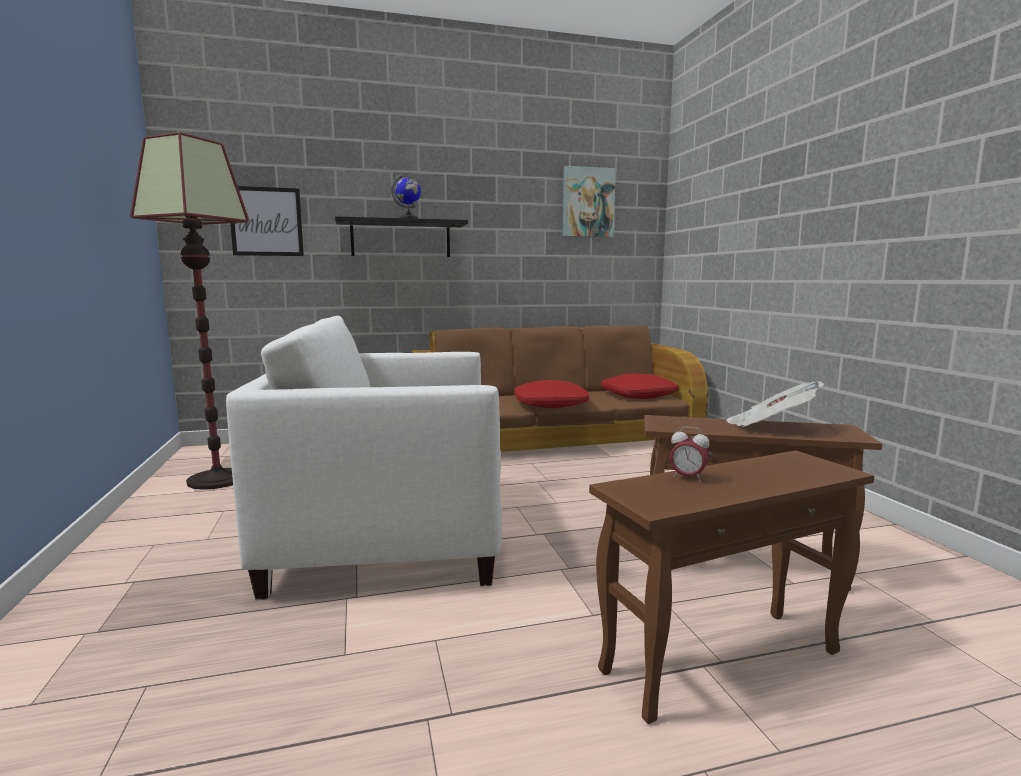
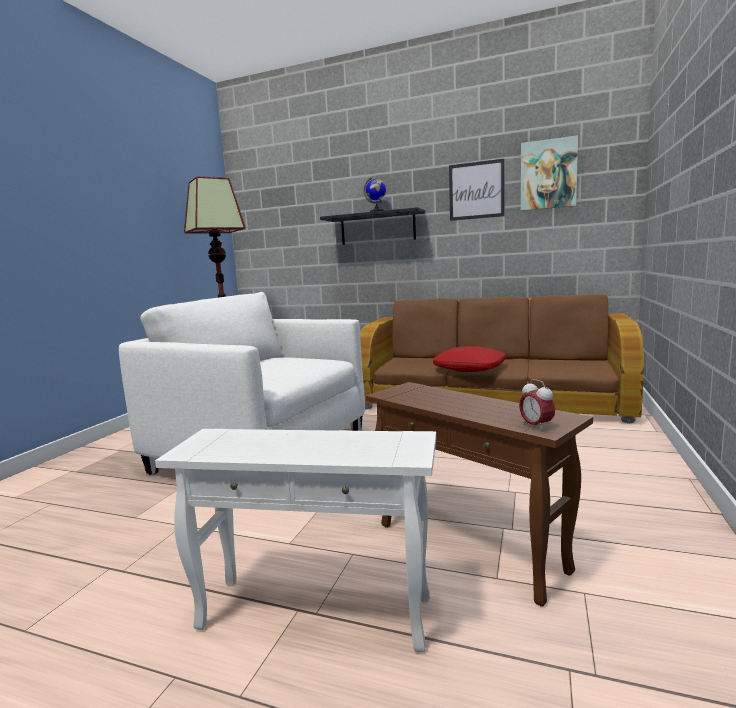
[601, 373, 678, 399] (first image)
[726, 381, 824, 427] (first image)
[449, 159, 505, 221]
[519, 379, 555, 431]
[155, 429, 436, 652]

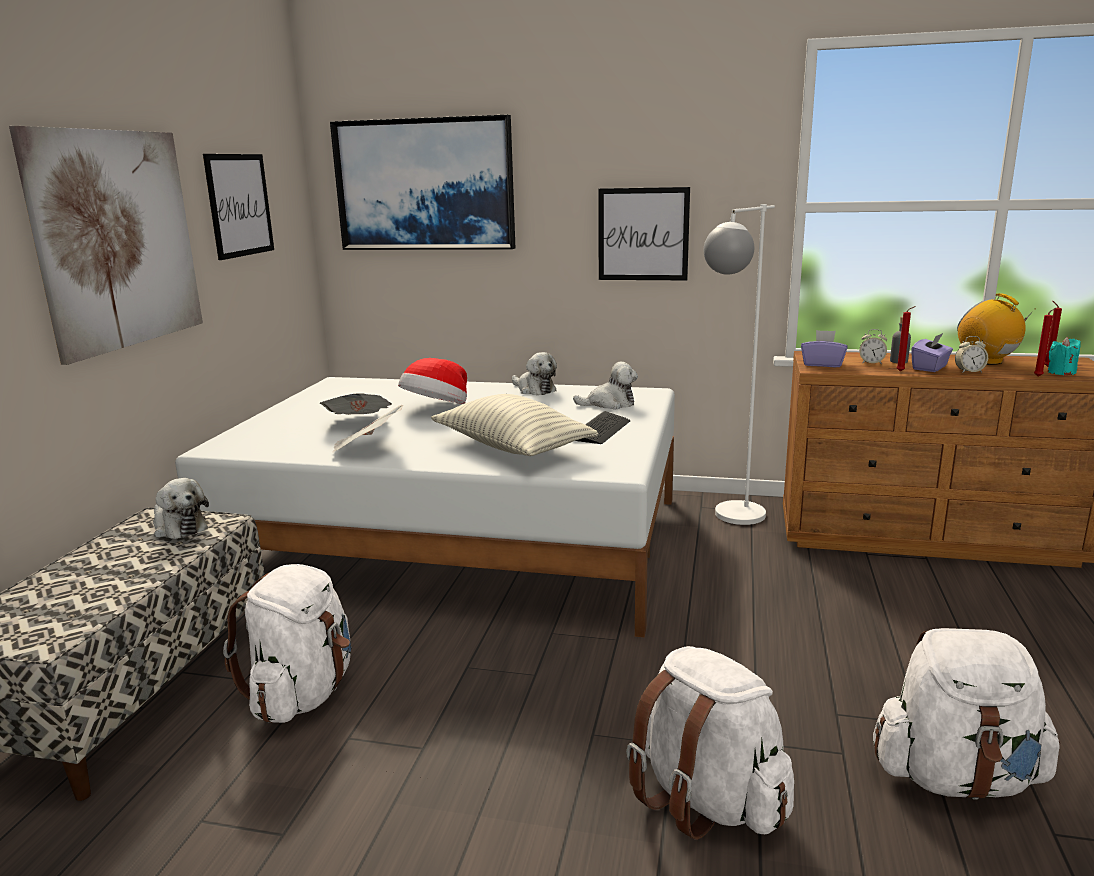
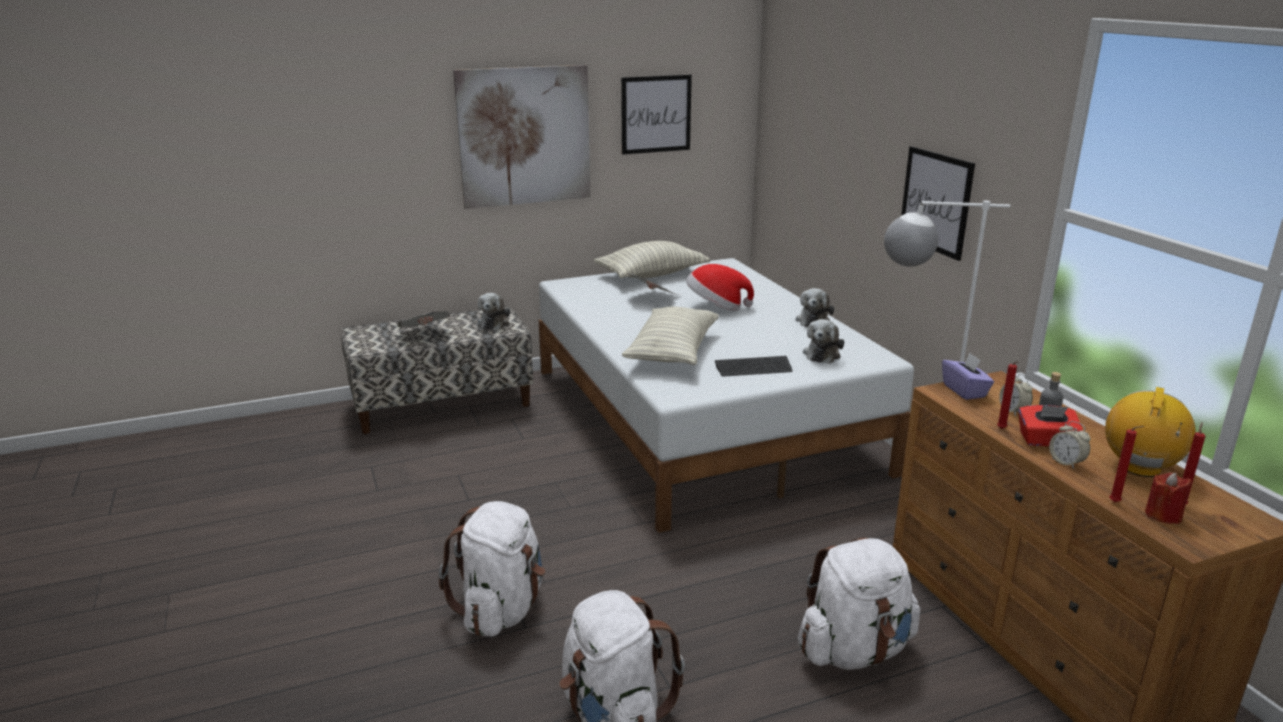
[330, 114, 515, 250] (first image)
[594, 241, 710, 278]
[798, 538, 920, 670]
[397, 311, 451, 328]
[1019, 405, 1083, 446]
[1145, 472, 1192, 524]
[803, 319, 844, 364]

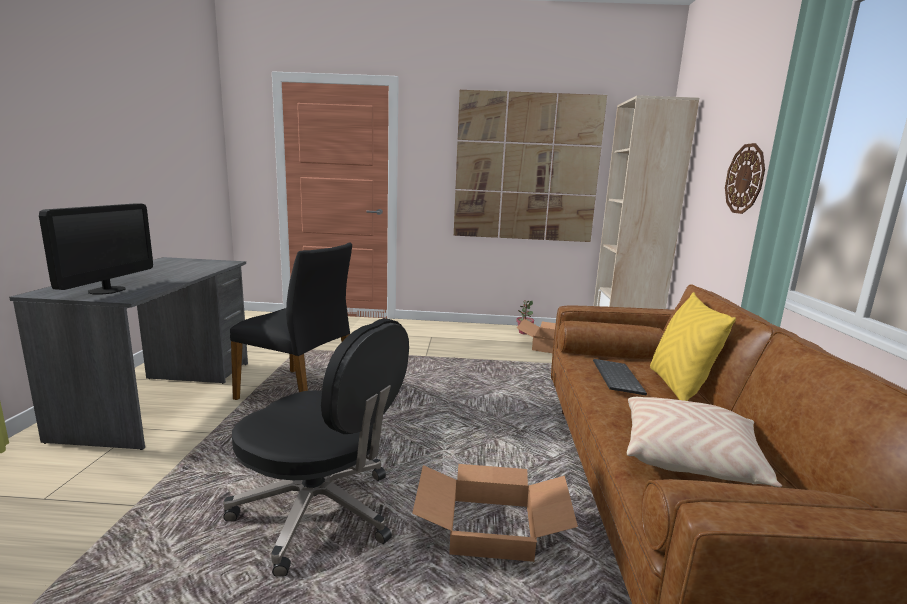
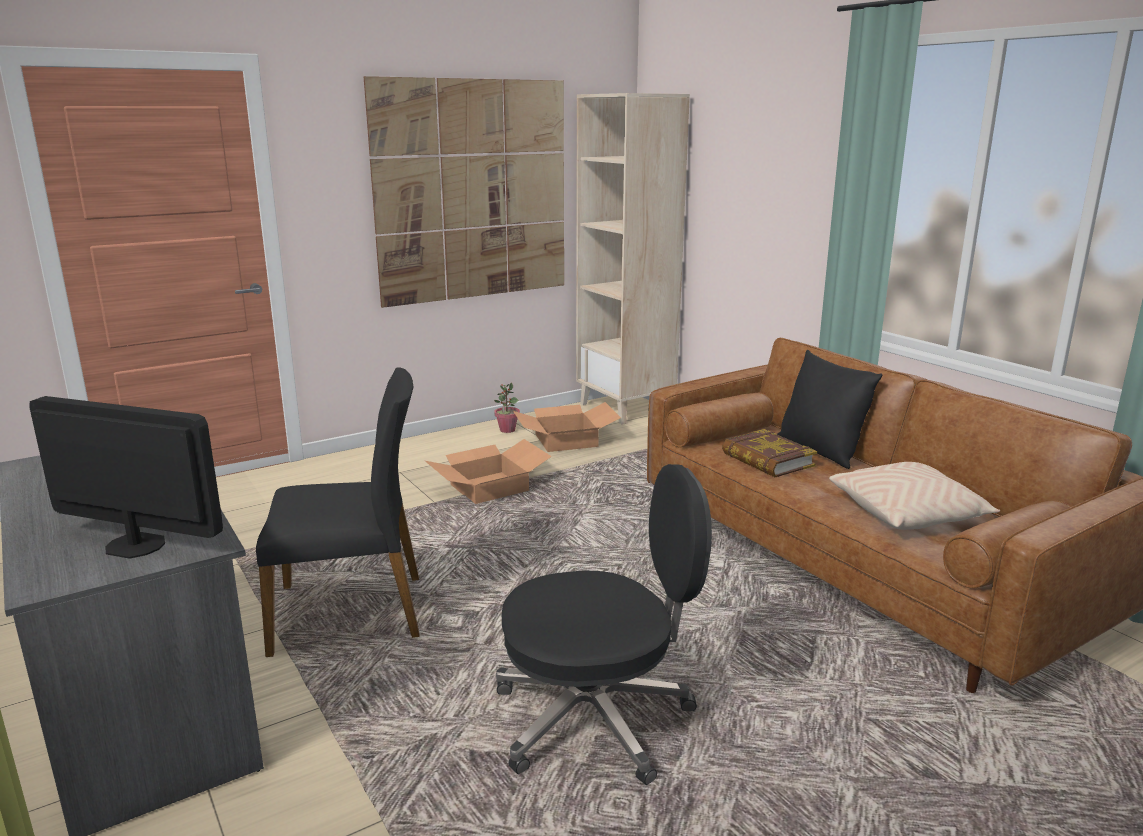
[725, 143, 765, 214] (first image)
[425, 439, 552, 504]
[722, 429, 817, 477]
[777, 350, 882, 469]
[29, 396, 223, 559]

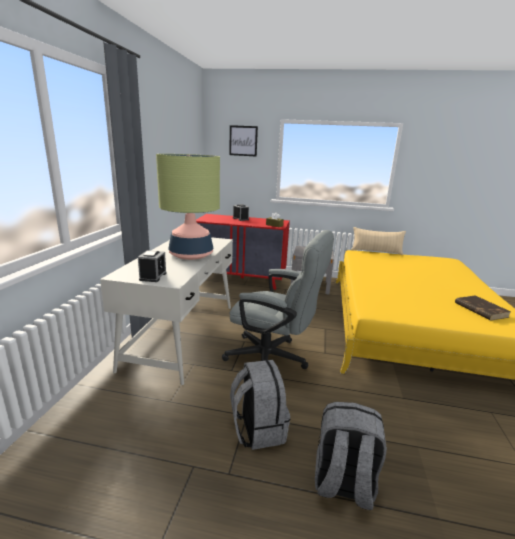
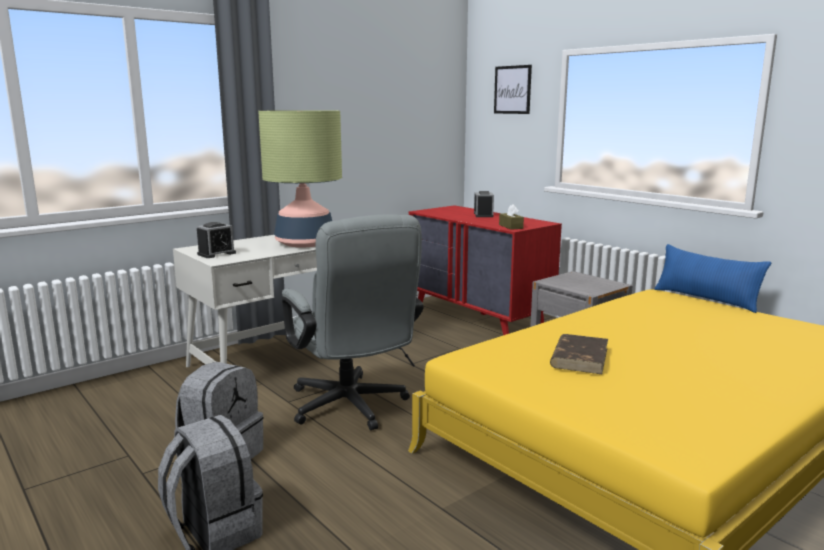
[550, 334, 608, 374]
[655, 244, 771, 313]

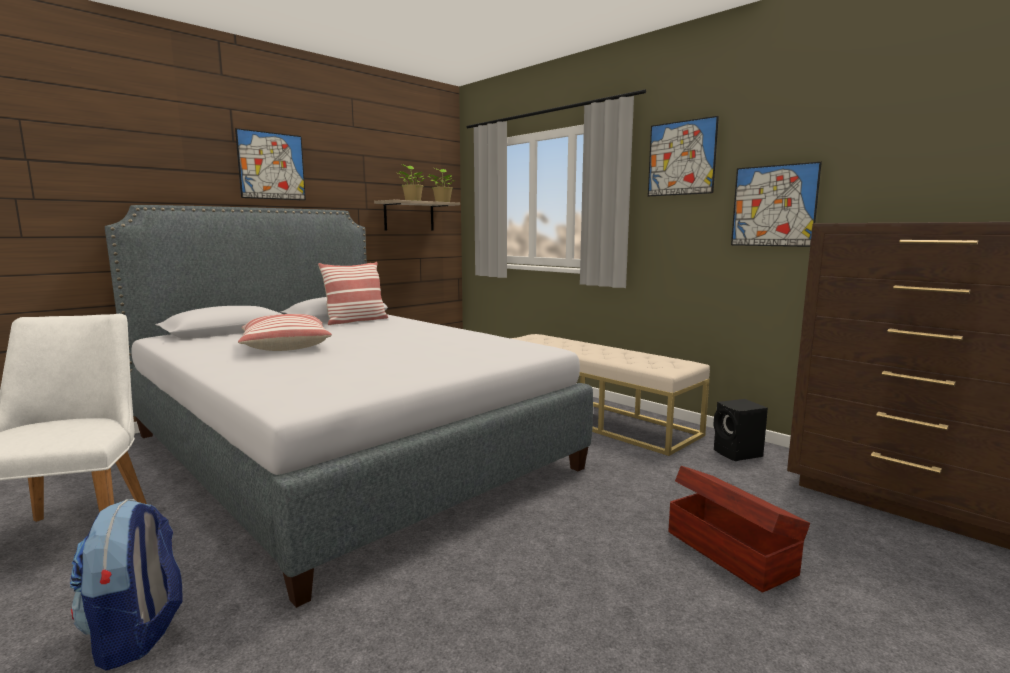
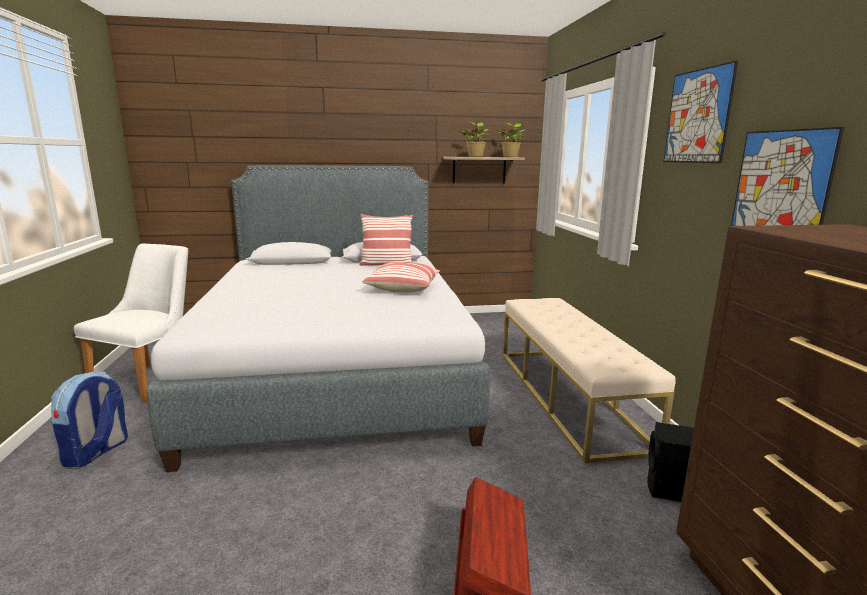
[235, 128, 306, 200] (first image)
[362, 262, 440, 293]

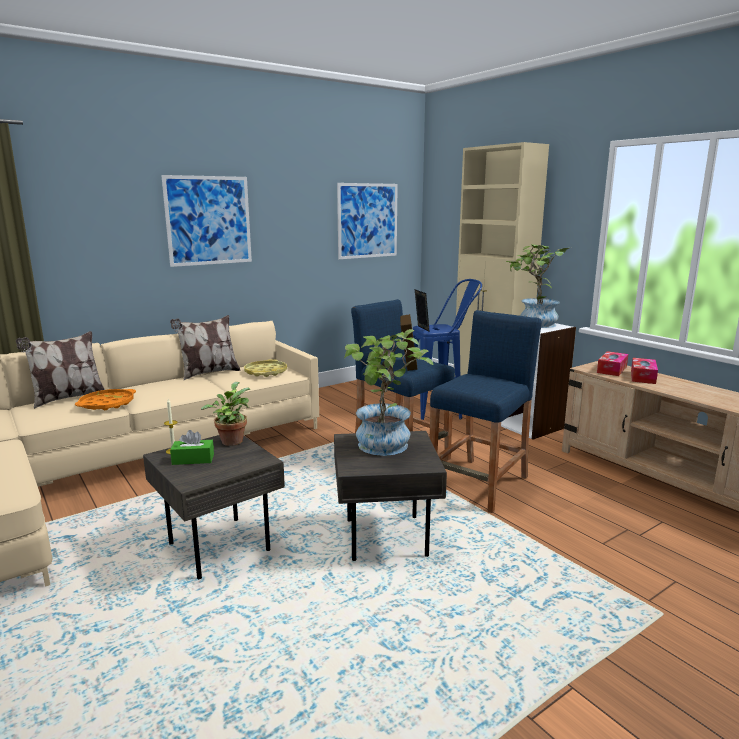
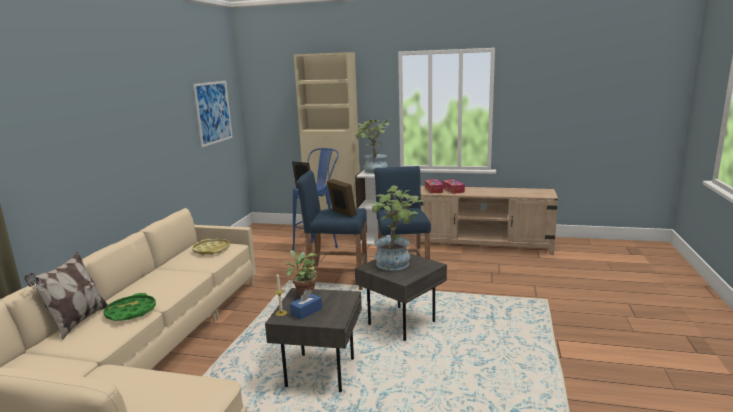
[161, 175, 252, 267] (first image)
[170, 315, 241, 380] (first image)
[103, 293, 156, 321]
[290, 290, 322, 320]

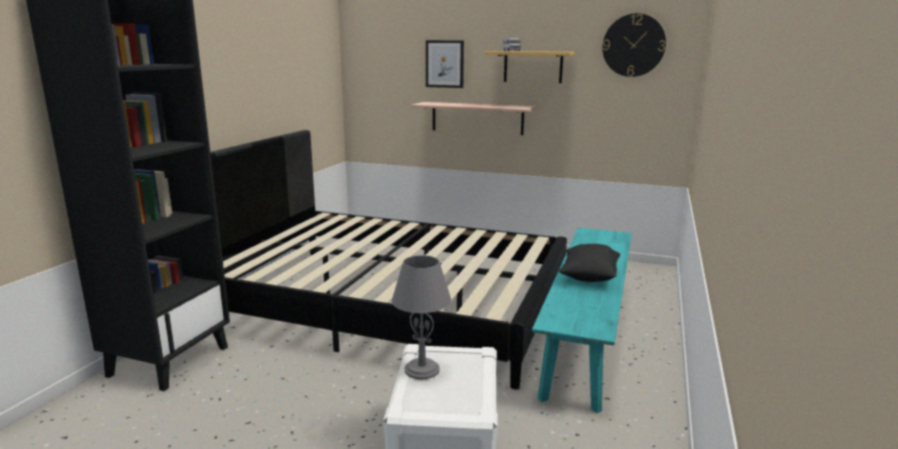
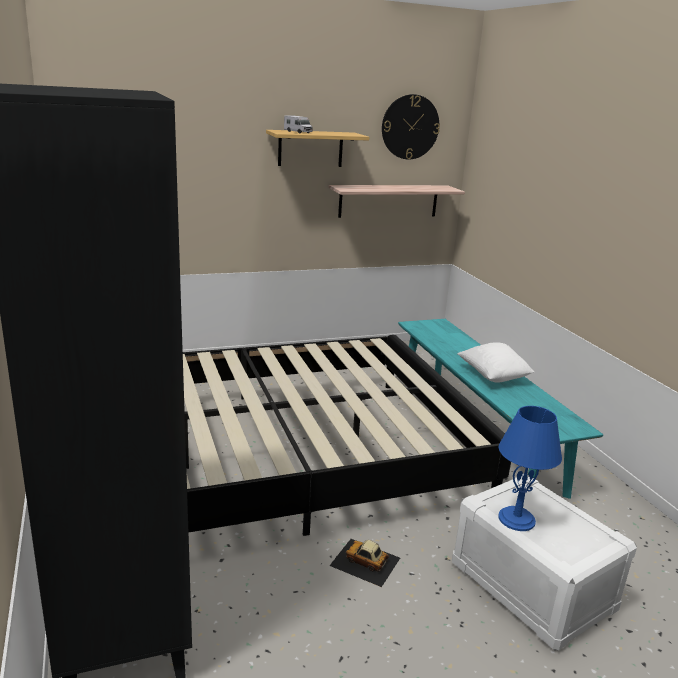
[426, 40, 464, 88] (first image)
[329, 539, 400, 587]
[328, 185, 465, 218]
[498, 406, 562, 531]
[457, 343, 535, 382]

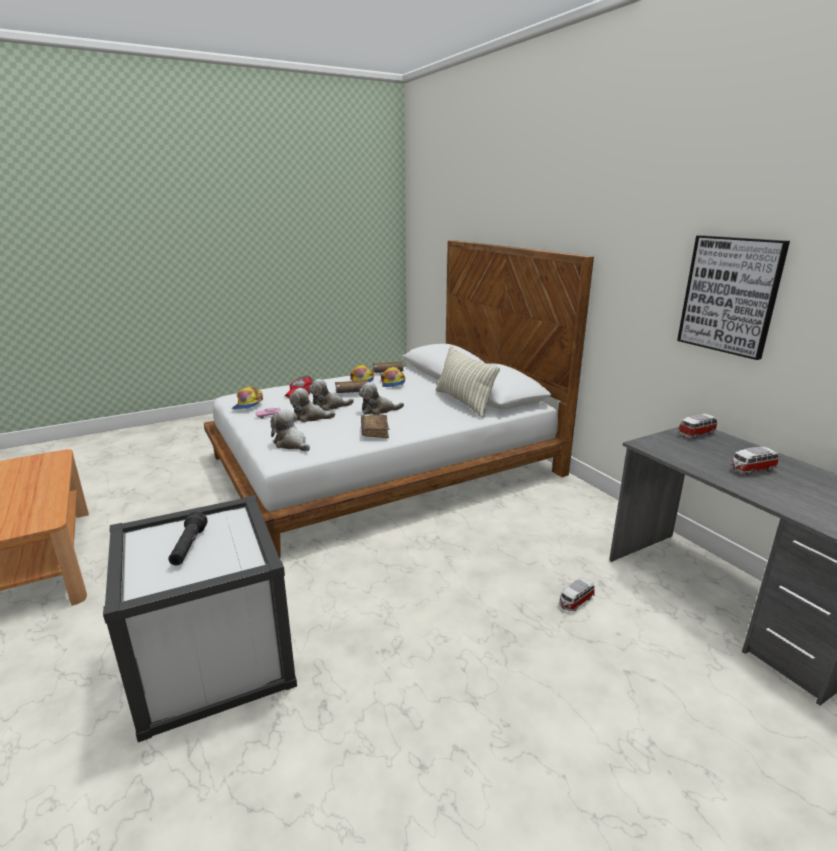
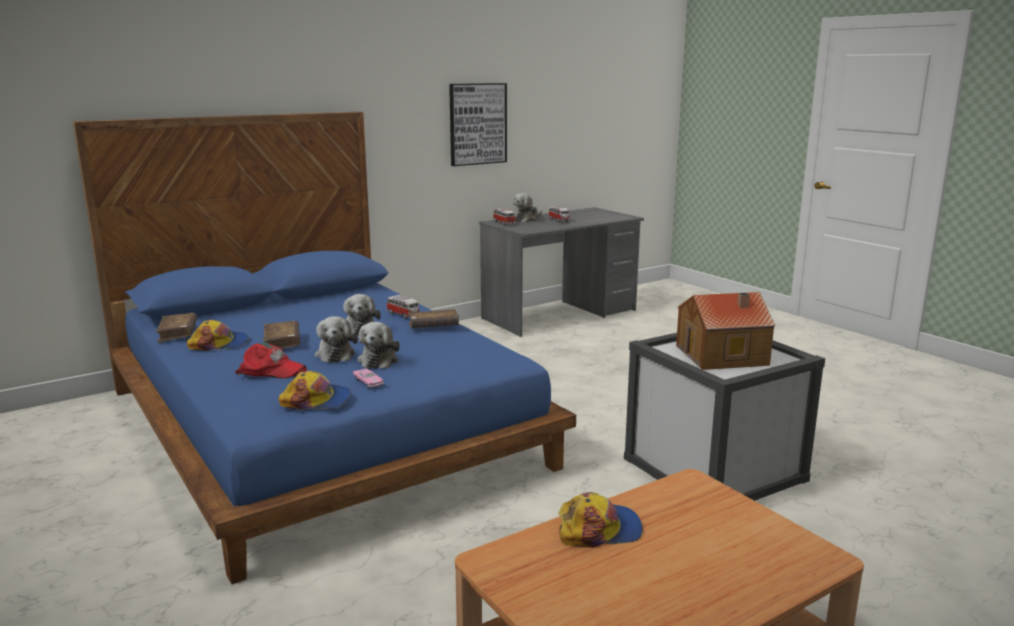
[436, 346, 500, 418] (first image)
[513, 193, 542, 222]
[558, 492, 643, 548]
[386, 295, 419, 319]
[676, 292, 775, 370]
[73, 112, 576, 584]

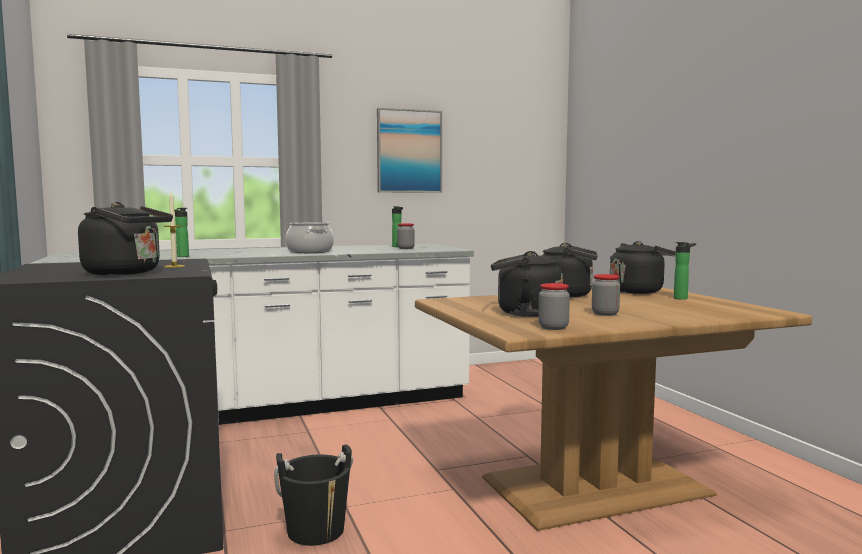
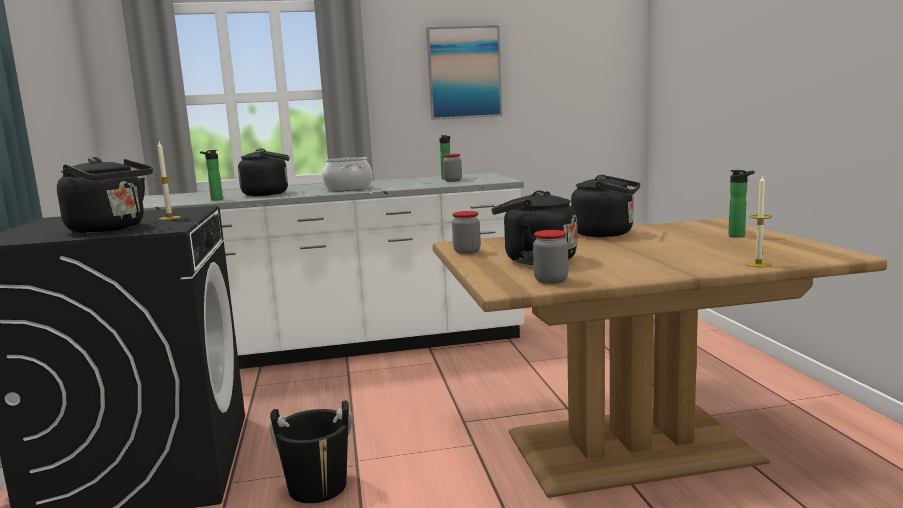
[745, 175, 772, 267]
[452, 211, 481, 254]
[238, 148, 290, 196]

